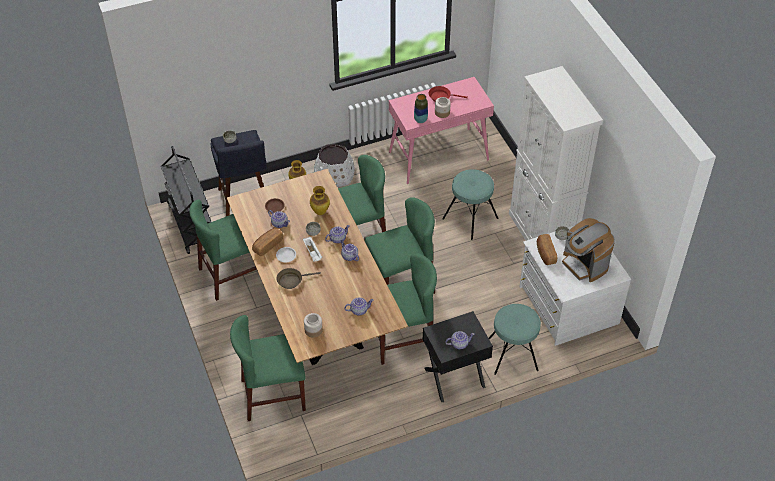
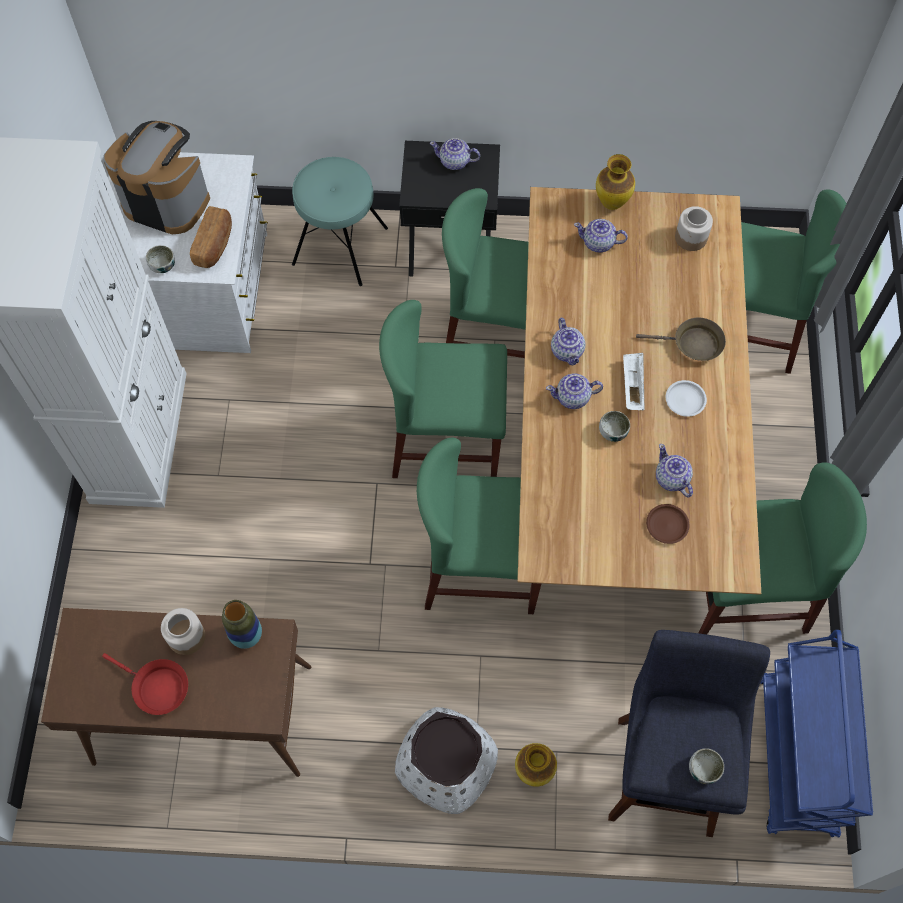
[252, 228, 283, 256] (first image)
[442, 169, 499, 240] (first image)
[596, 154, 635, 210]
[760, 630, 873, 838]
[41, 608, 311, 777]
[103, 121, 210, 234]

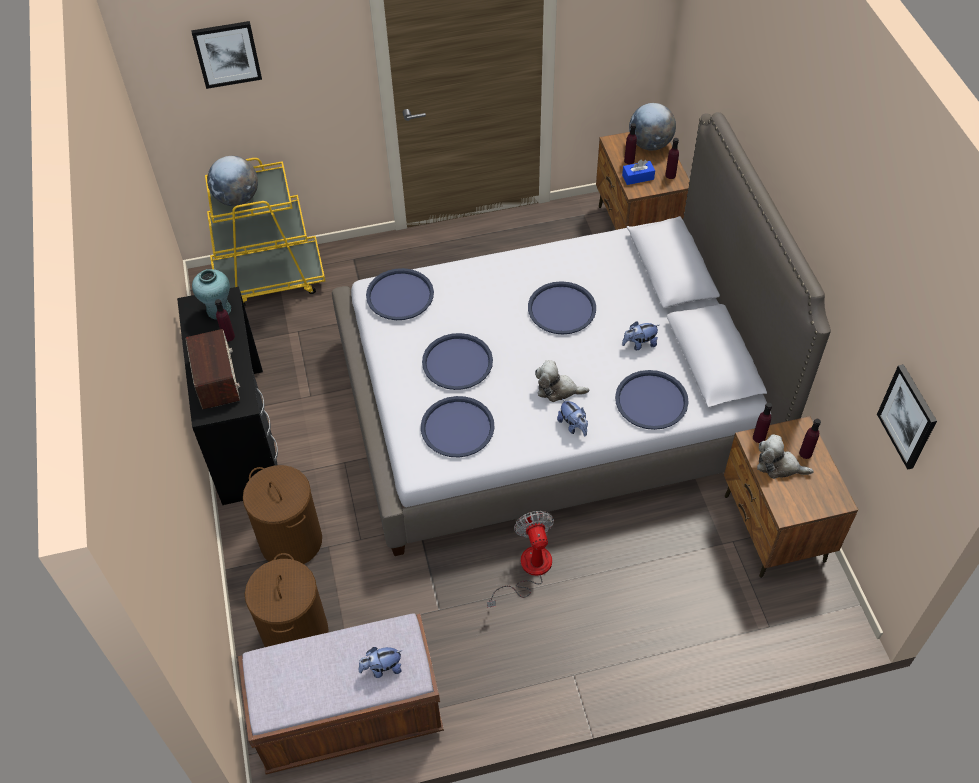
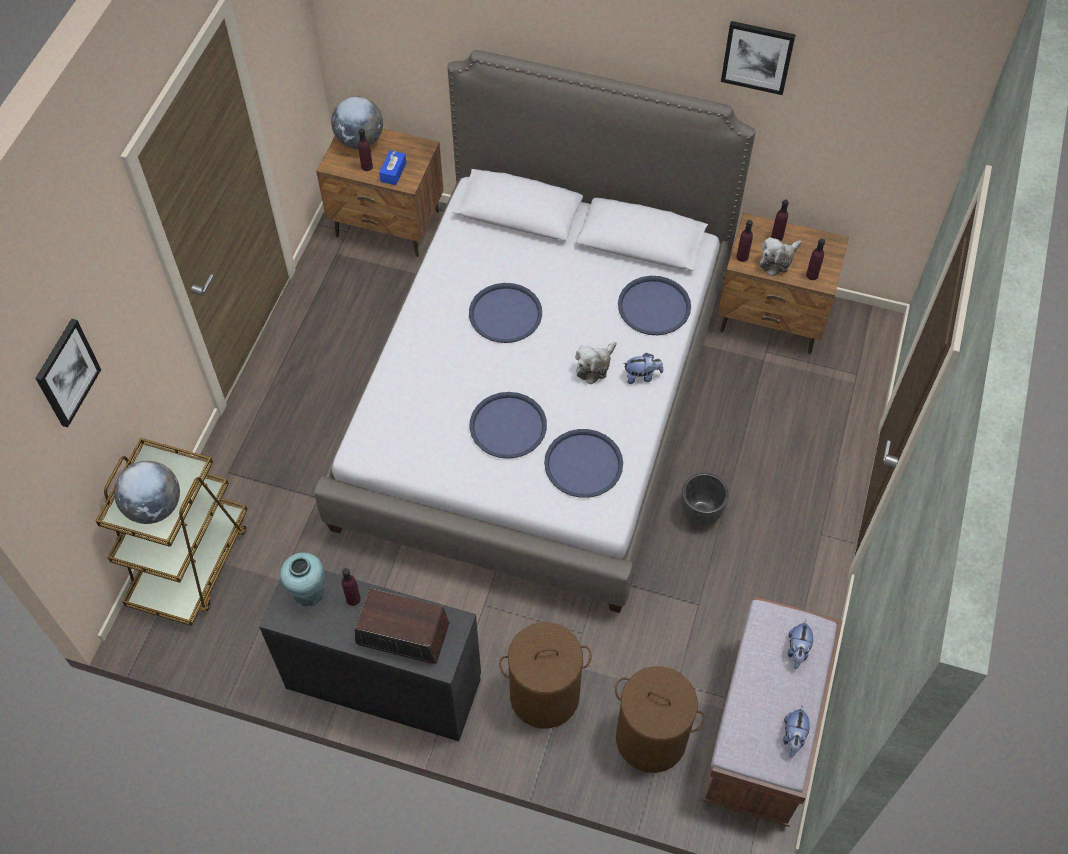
[366, 268, 434, 320] (first image)
[783, 705, 810, 758]
[806, 238, 825, 280]
[721, 21, 796, 95]
[681, 473, 729, 525]
[96, 438, 248, 626]

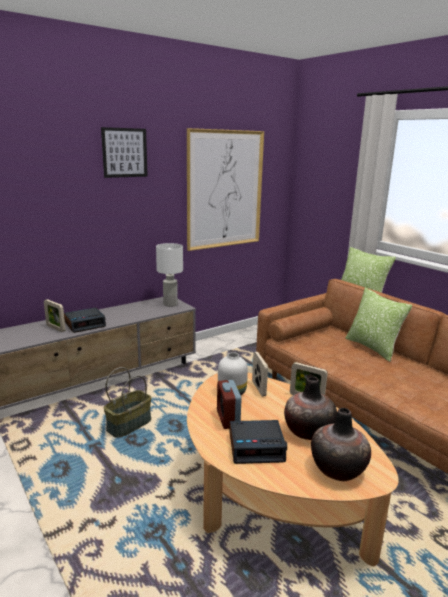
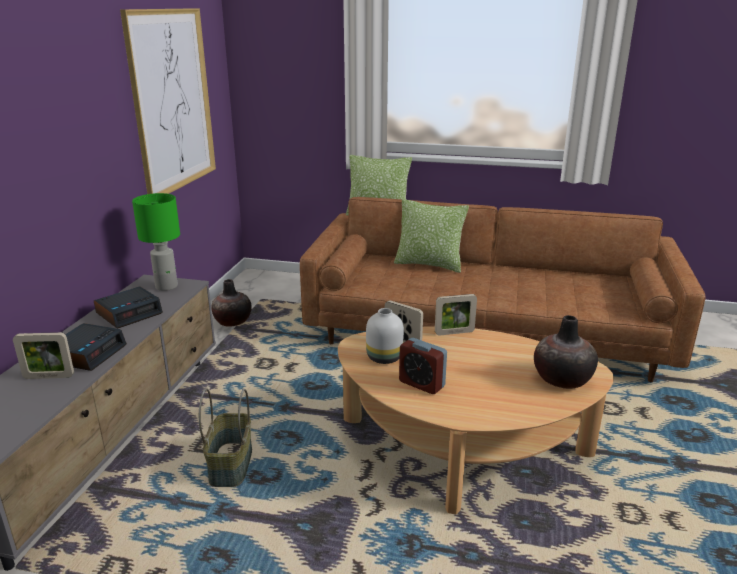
[101, 127, 148, 178] (first image)
[94, 286, 163, 328]
[211, 279, 252, 327]
[132, 193, 180, 291]

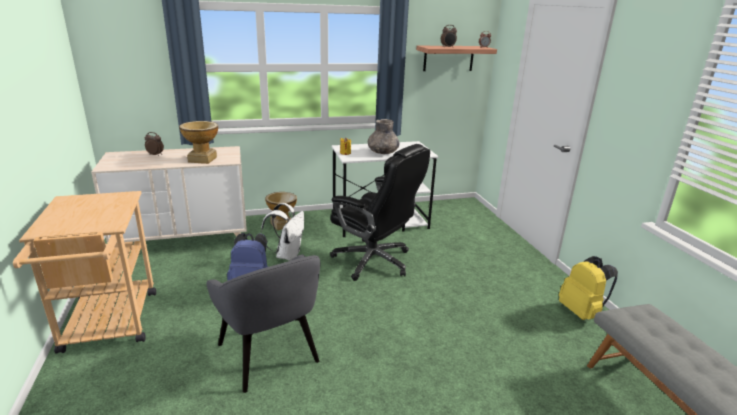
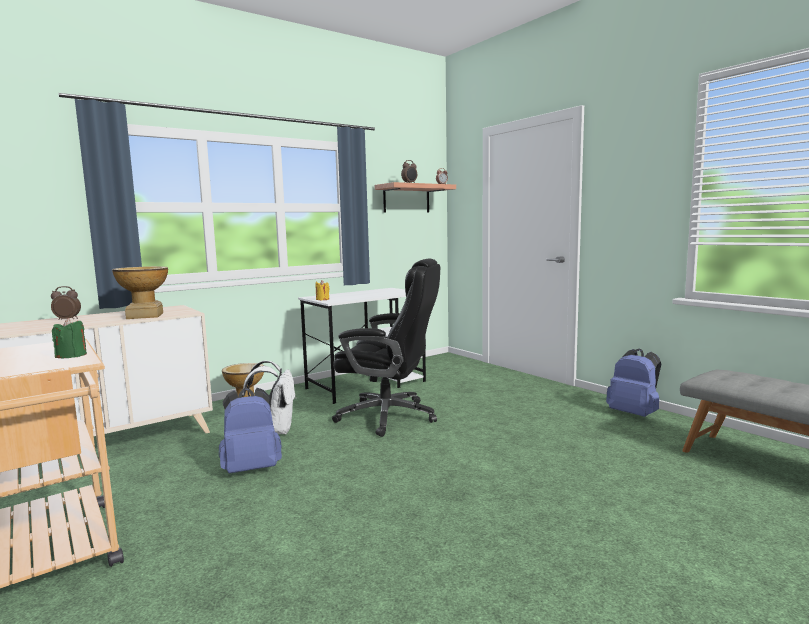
[206, 254, 321, 393] (first image)
[368, 119, 400, 154] (first image)
[52, 318, 87, 358]
[606, 348, 661, 417]

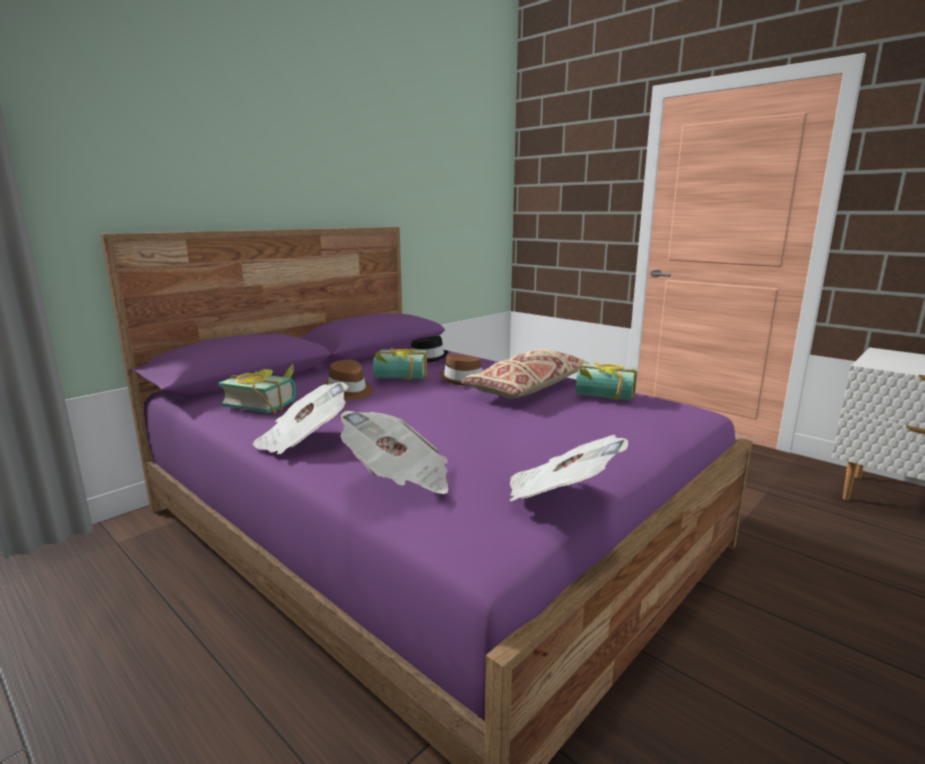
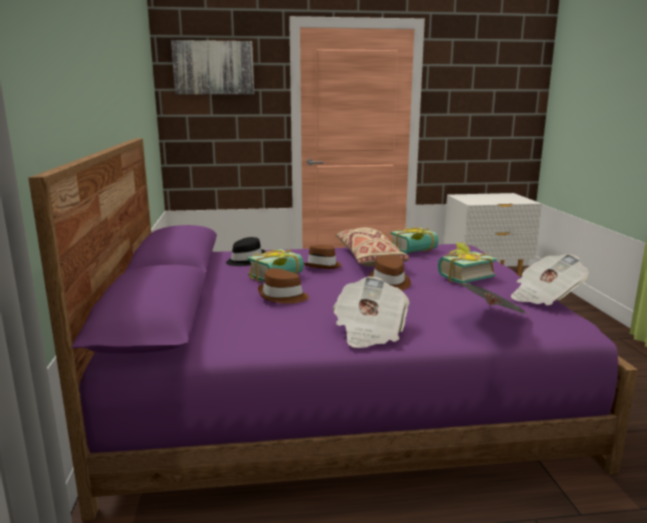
[171, 40, 254, 94]
[369, 255, 411, 290]
[438, 242, 497, 283]

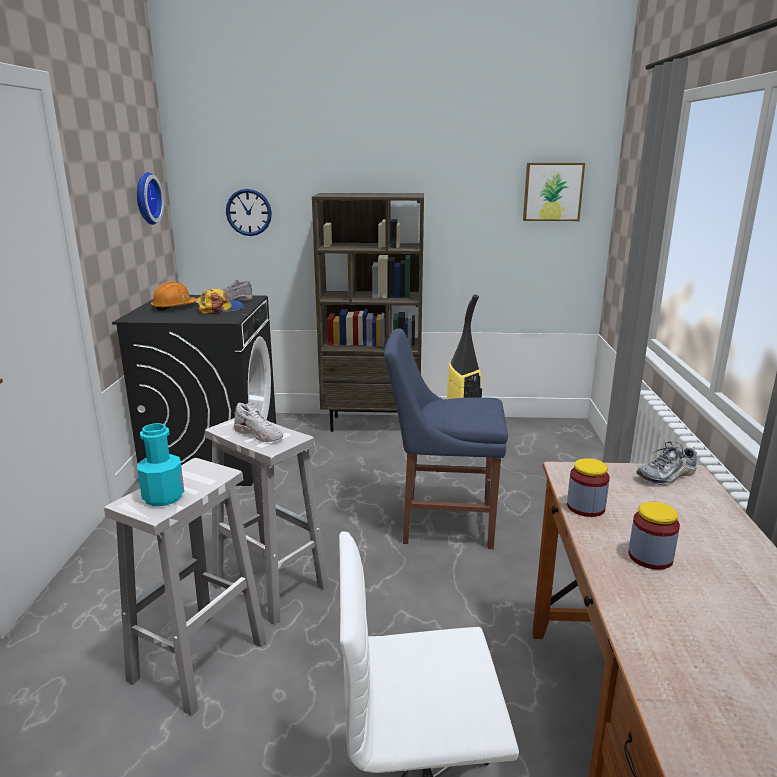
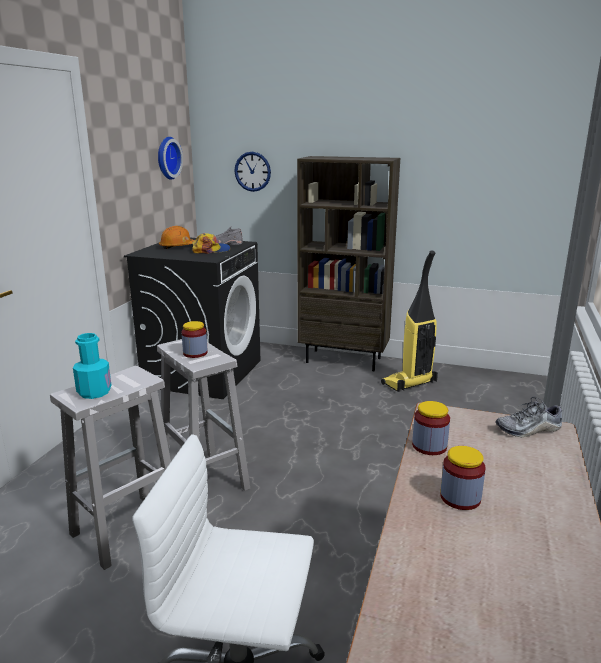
[384, 328, 508, 549] (first image)
[523, 163, 585, 221] (first image)
[181, 321, 208, 358]

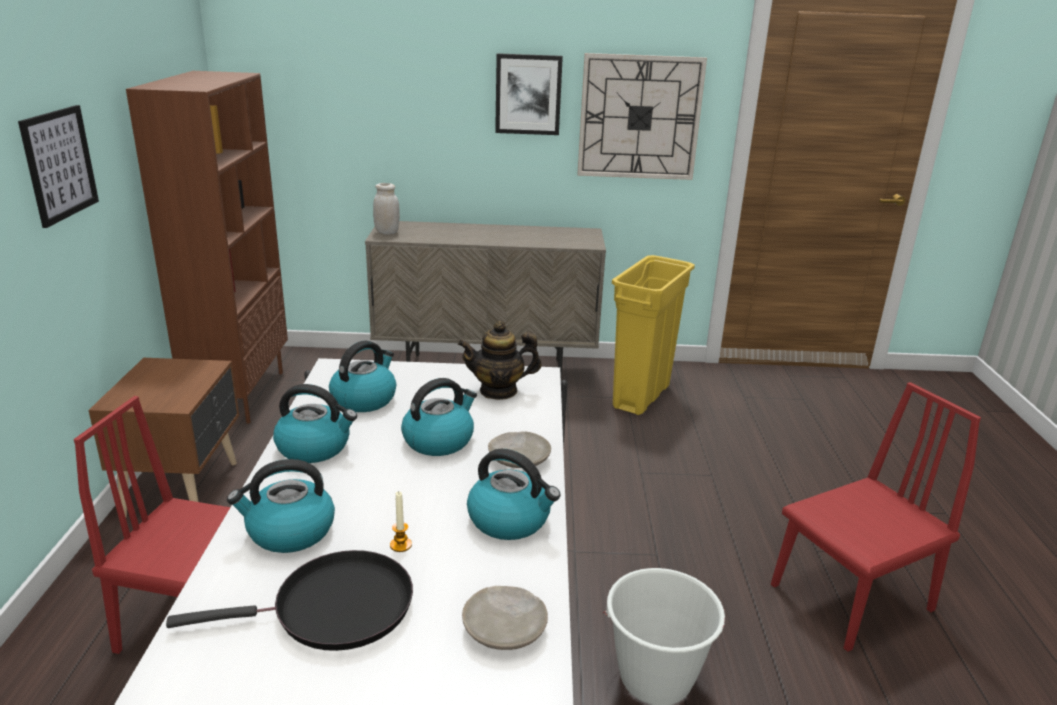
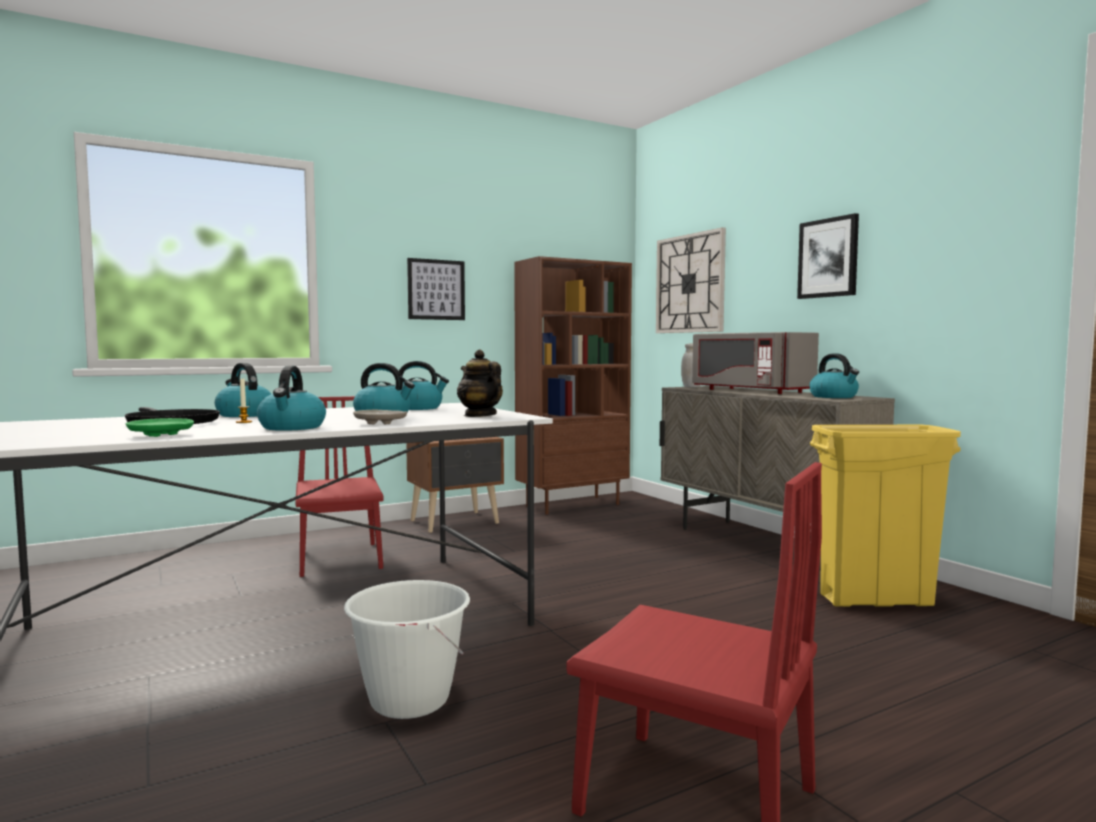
[692, 332, 819, 394]
[809, 353, 859, 398]
[656, 227, 726, 333]
[126, 418, 194, 437]

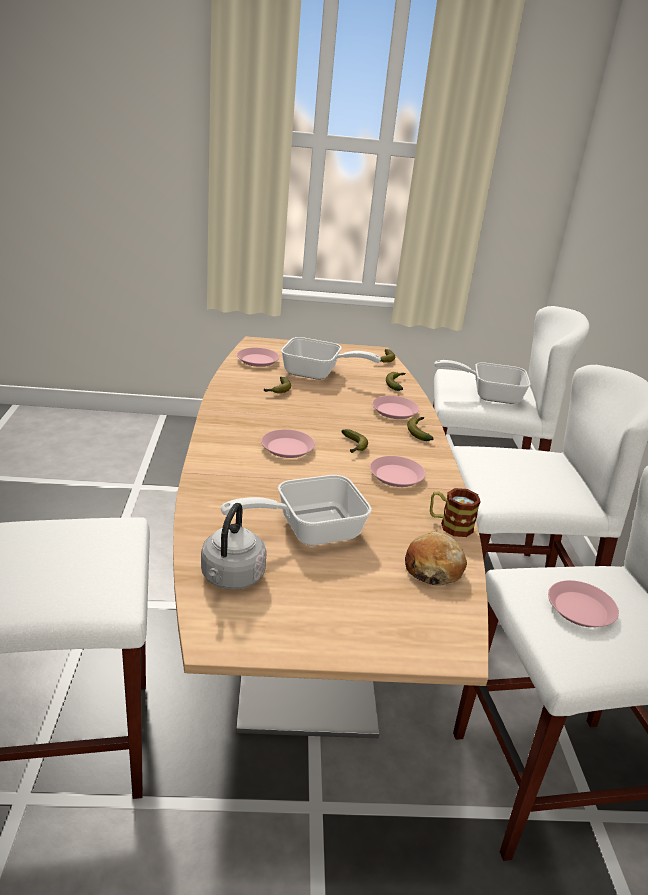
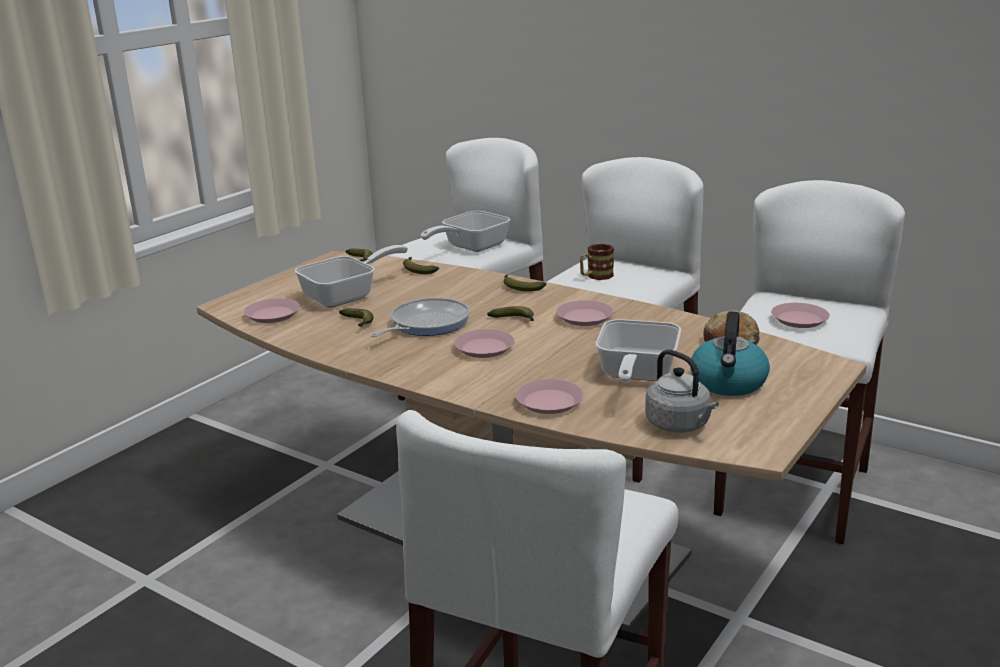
[370, 298, 470, 337]
[691, 311, 770, 396]
[515, 379, 584, 414]
[580, 244, 614, 280]

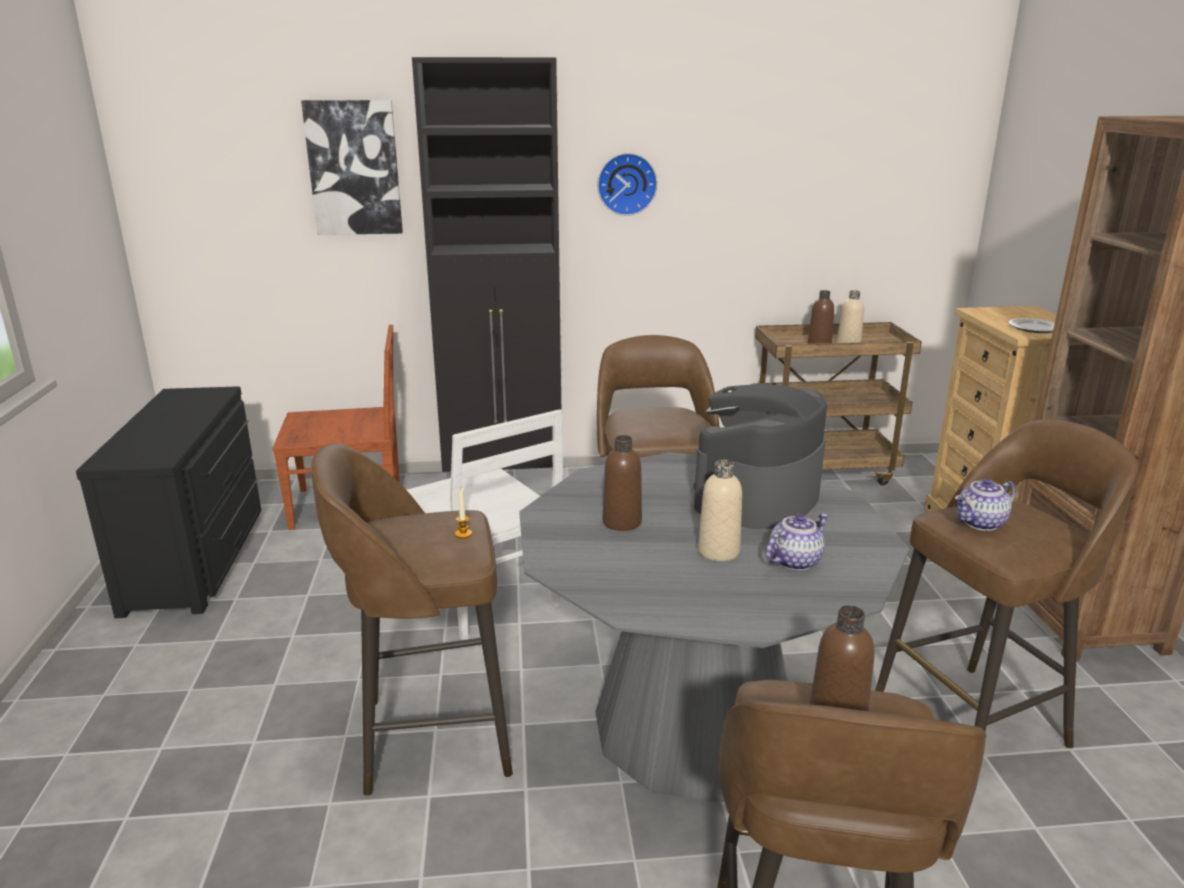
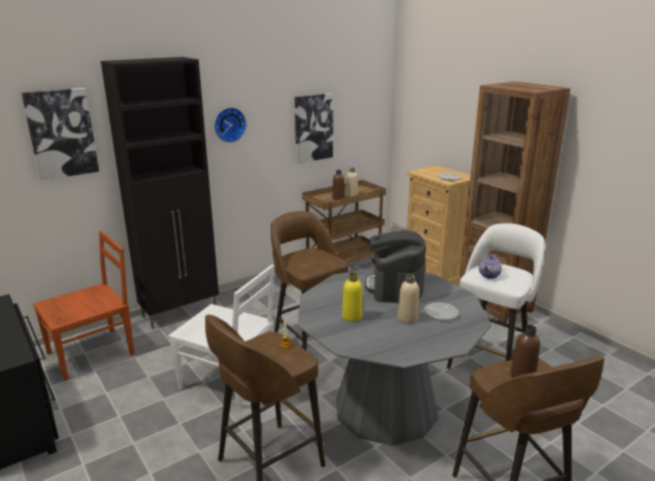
[295, 93, 333, 164]
[424, 302, 459, 320]
[342, 272, 363, 322]
[447, 223, 545, 369]

